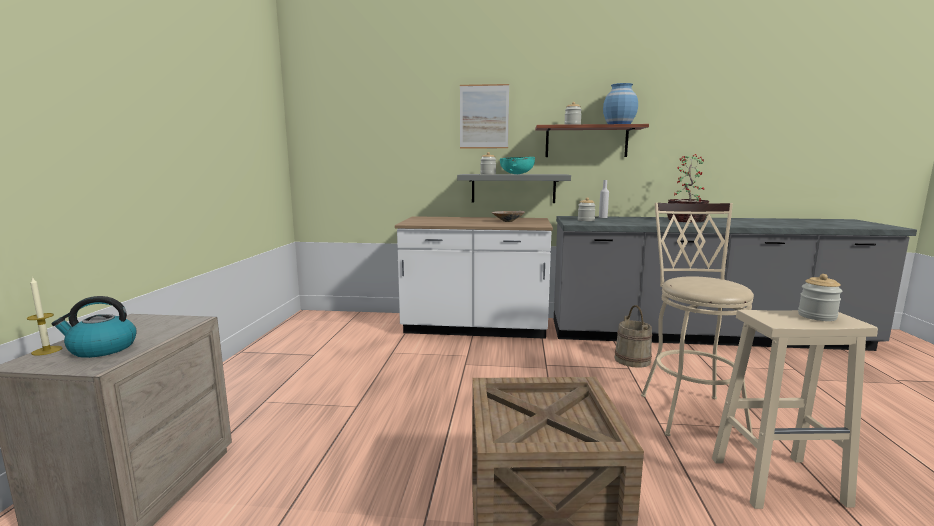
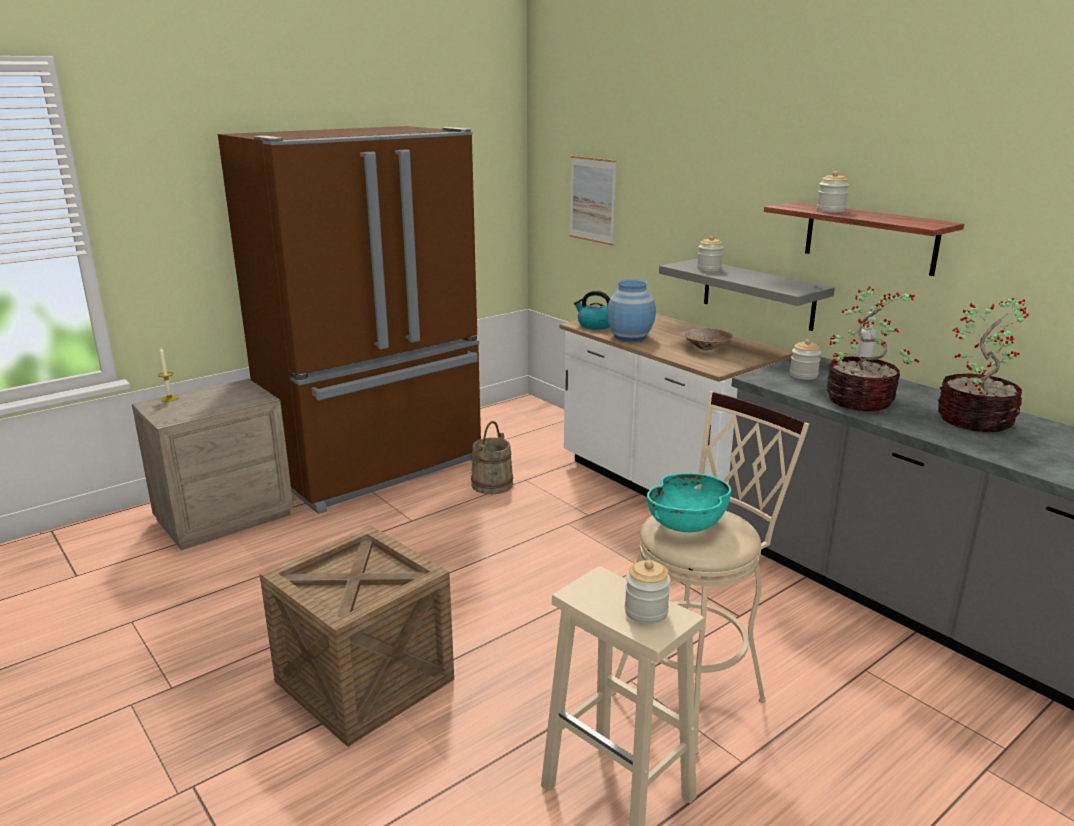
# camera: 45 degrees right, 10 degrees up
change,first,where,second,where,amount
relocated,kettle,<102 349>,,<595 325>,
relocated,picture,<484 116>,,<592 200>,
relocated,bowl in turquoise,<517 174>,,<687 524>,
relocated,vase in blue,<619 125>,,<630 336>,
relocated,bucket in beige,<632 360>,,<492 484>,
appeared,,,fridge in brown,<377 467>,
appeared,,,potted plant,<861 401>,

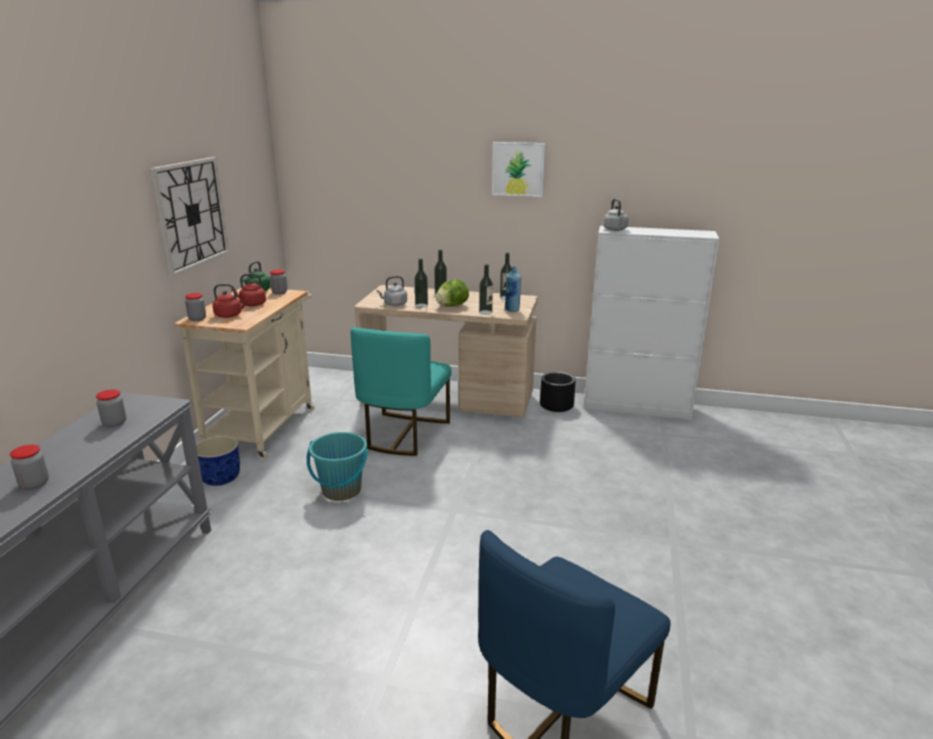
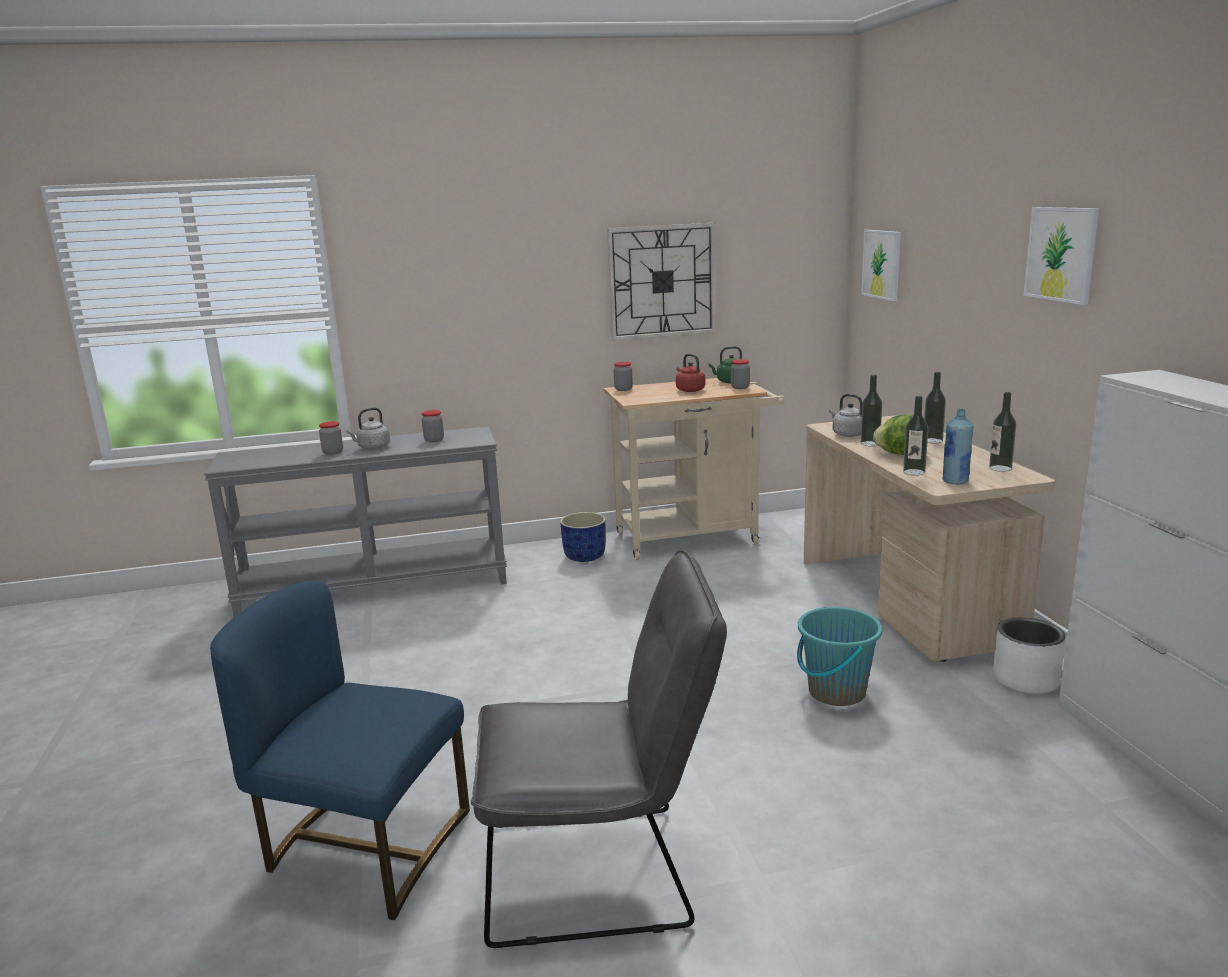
# camera: 65 degrees right, 5 degrees down
change,first,where,second,where,amount
missing,kettle in red,<230 315>,,,
relocated,bucket in turquoise,<341 490>,,<836 692>,
missing,chair in turquoise,<403 434>,,,
colour,planter in black,<556 405>,planter in white,<1026 680>,
relocated,kettle in grey,<615 230>,,<372 447>,
appeared,,,chair in grey,<604 872>,
appeared,,,picture,<882 264>,

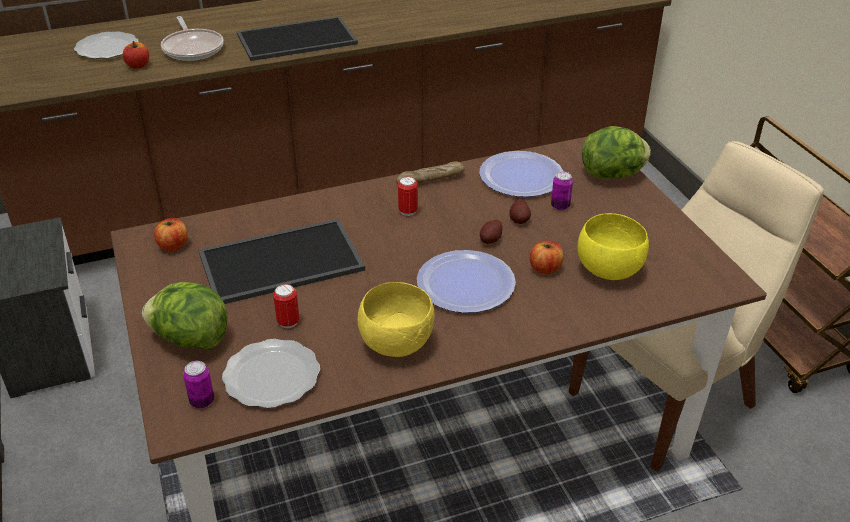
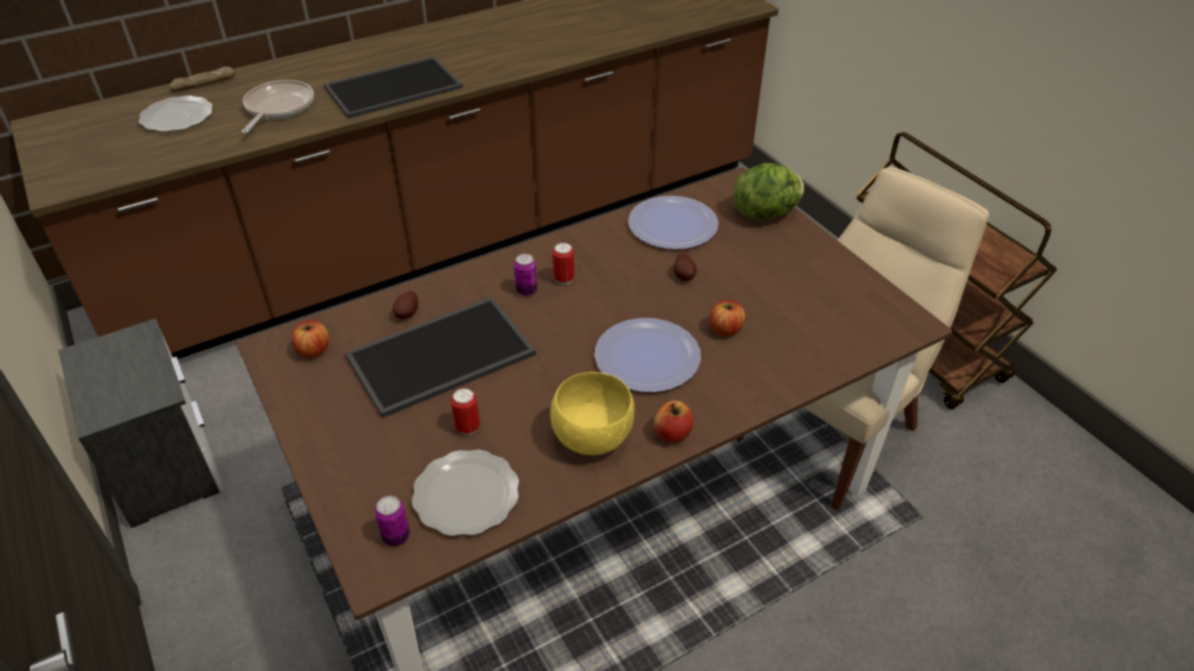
# camera: 10 degrees left, 5 degrees up
change,first,where,second,where,amount
relocated,apple,<138 65>,,<672 433>,
missing,lettuce,<190 339>,,,
spun,frying pan,<193 48>,,<278 108>,135 degrees counterclockwise
relocated,bread,<430 179>,,<204 85>,
relocated,potato,<490 240>,,<407 314>,
relocated,can,<560 206>,,<526 290>,
missing,bowl in yellow,<608 269>,,,

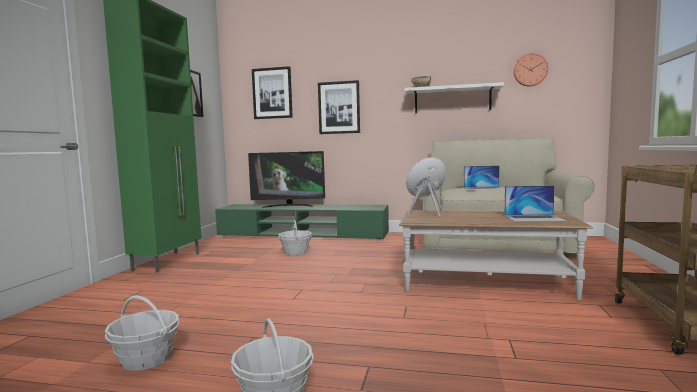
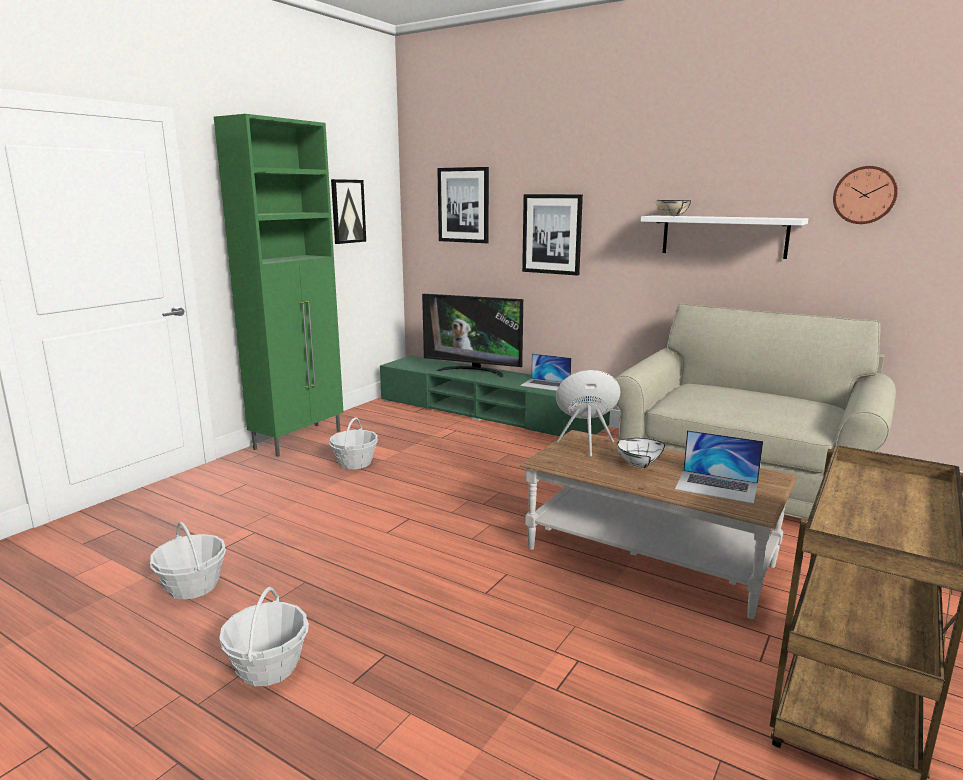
# camera: 20 degrees right, 10 degrees up
change,first,where,second,where,amount
relocated,basket,<296 252>,,<355 463>,
relocated,laptop,<483 188>,,<545 384>,
appeared,,,bowl in white,<636 464>,

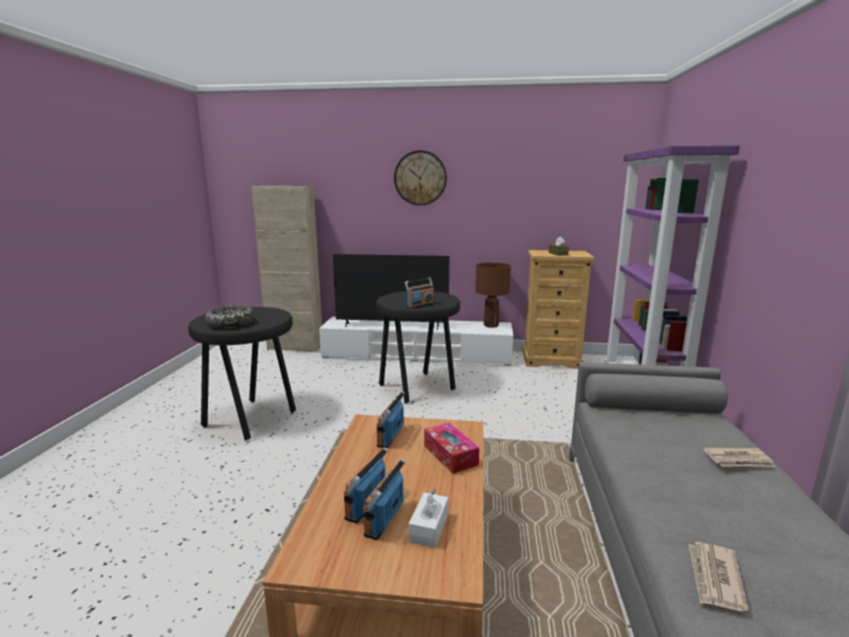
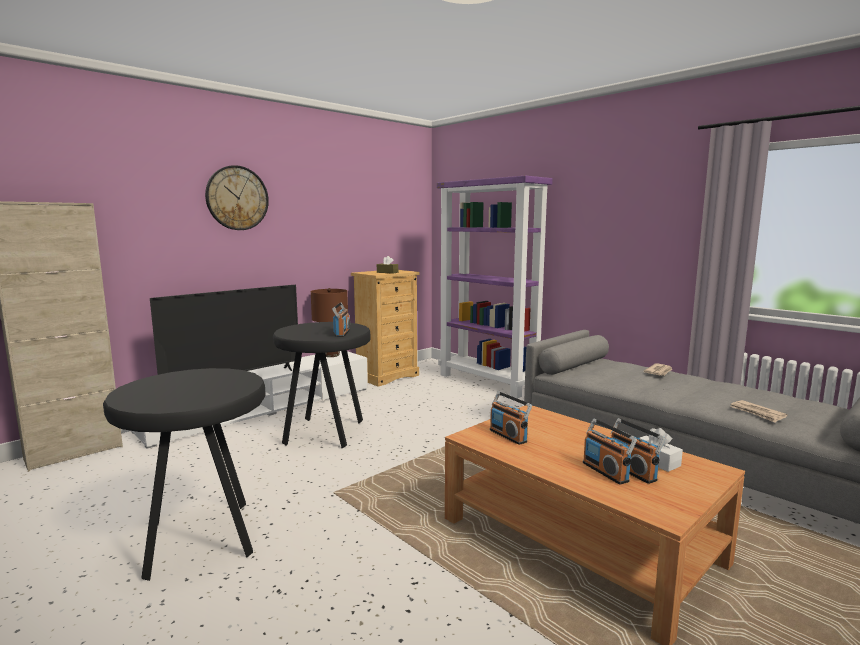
# camera: 50 degrees left, 5 degrees down
change,first,where,second,where,amount
missing,bowl,<231 324>,,,
missing,tissue box,<450 455>,,,

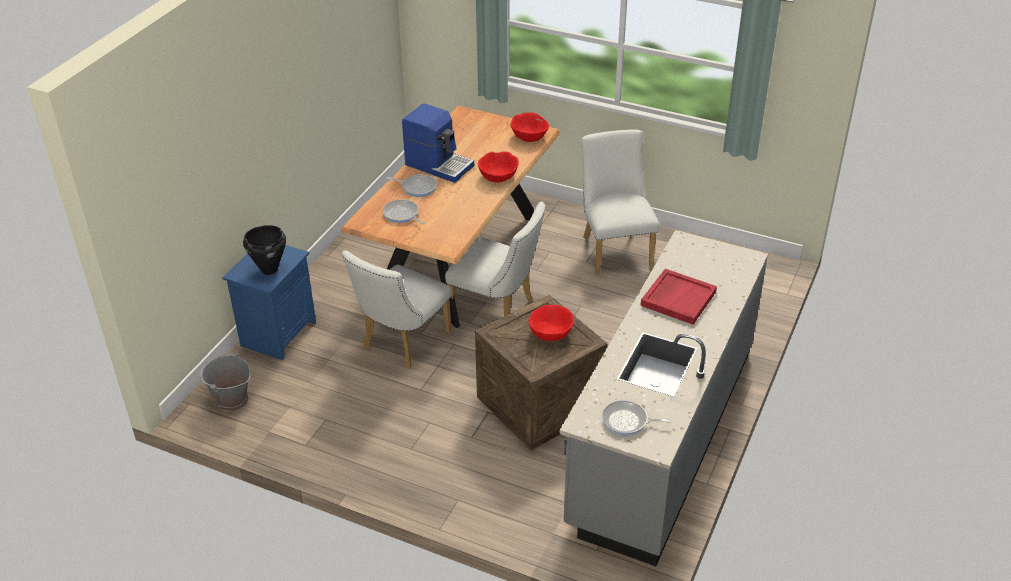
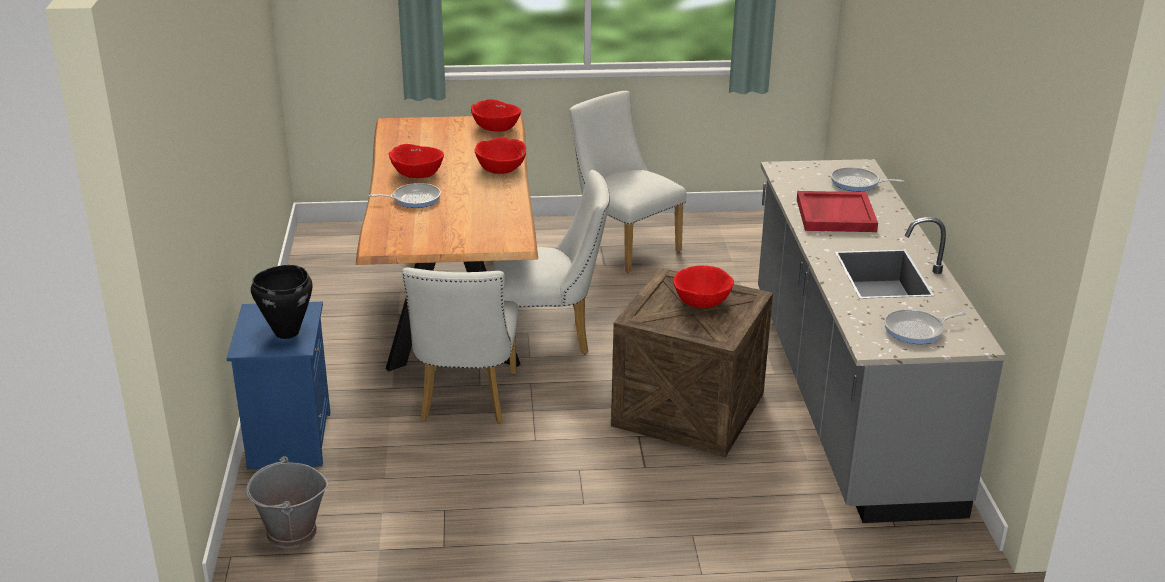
# camera: 30 degrees left, 10 degrees down
change,first,where,second,where,amount
relocated,frying pan,<402 215>,,<857 183>,
exchanged,coffee machine,<439 165>,bowl in red,<417 173>,

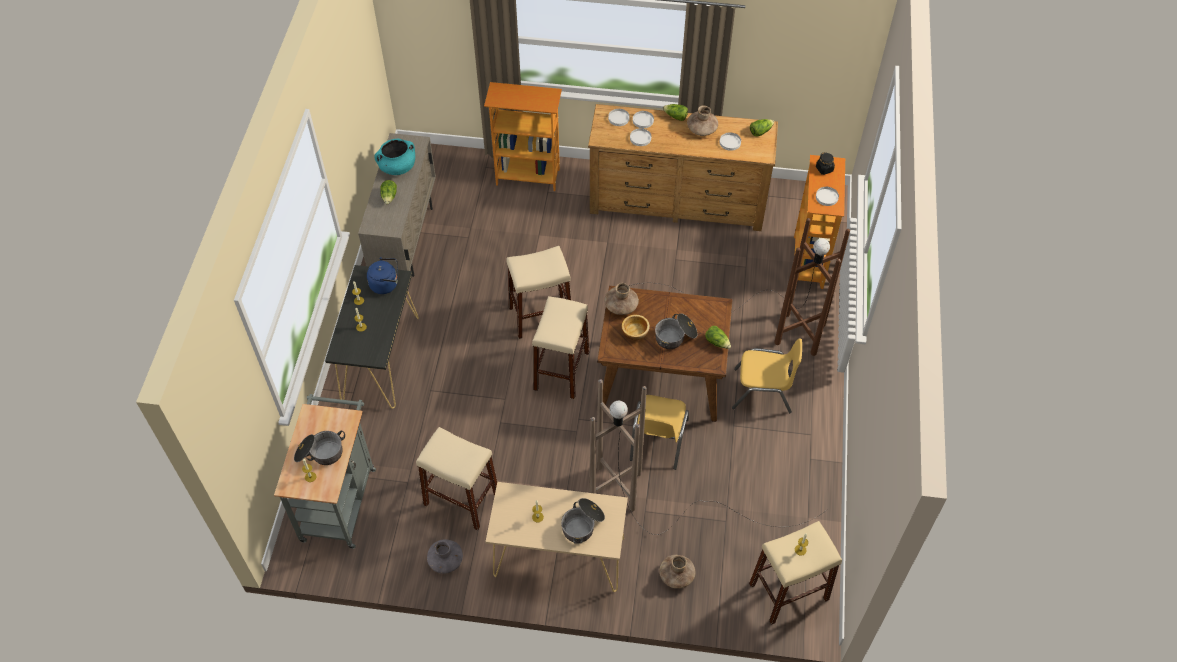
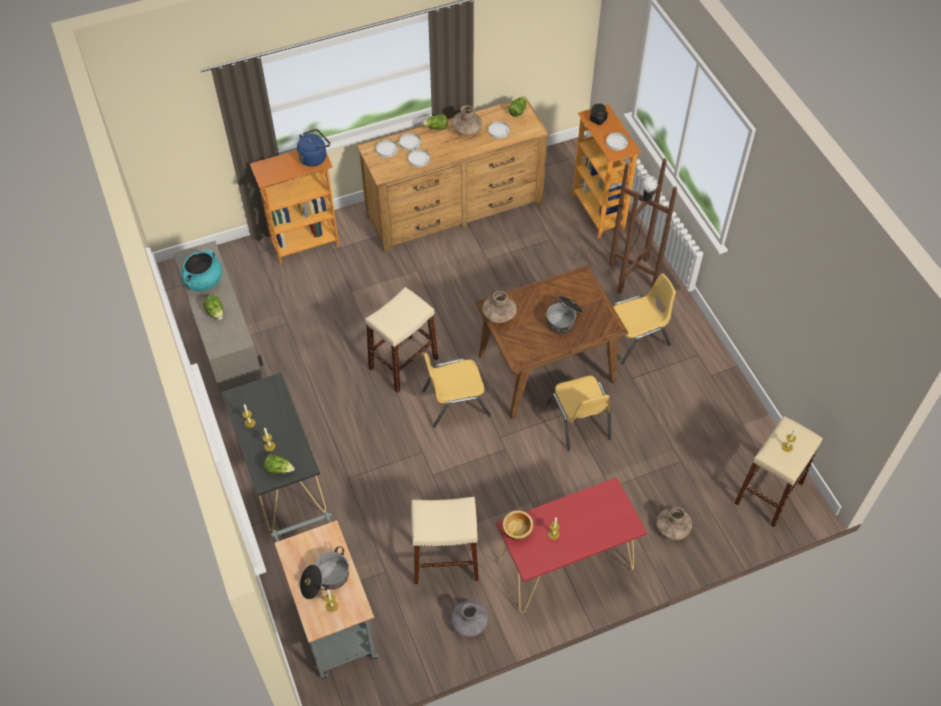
# camera: 30 degrees left, 0 degrees up
change,first,where,second,where,amount
relocated,kettle in blue,<386 284>,,<314 157>,
colour,console table in beige,<558 556>,console table in red,<565 565>,
exchanged,stool in beige,<561 370>,chair in yellow,<455 402>,
missing,cooking pot,<583 524>,,,
missing,floor lamp in brown,<663 502>,,,
relocated,bowl,<635 332>,,<517 529>,
relocated,lettuce,<717 342>,,<279 469>,

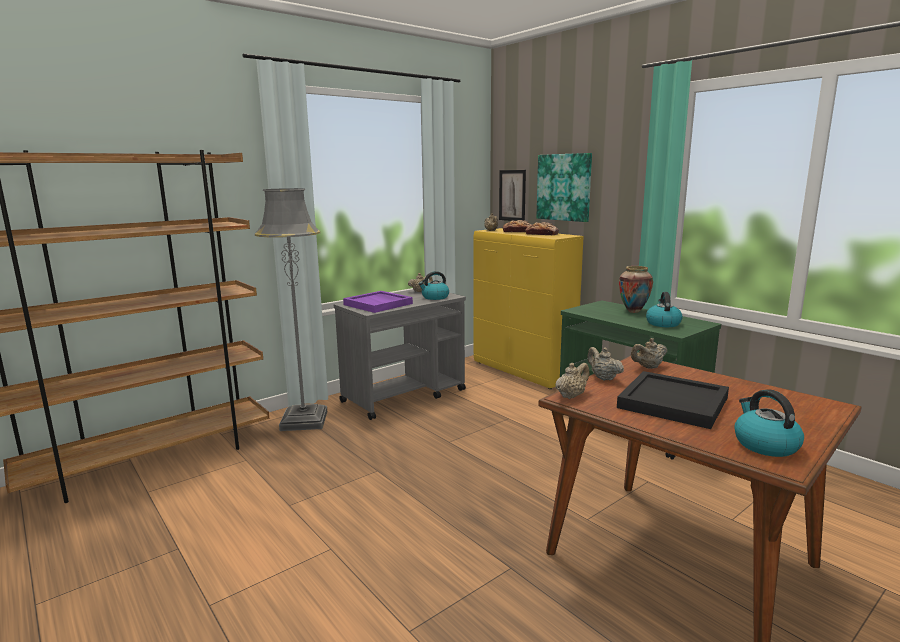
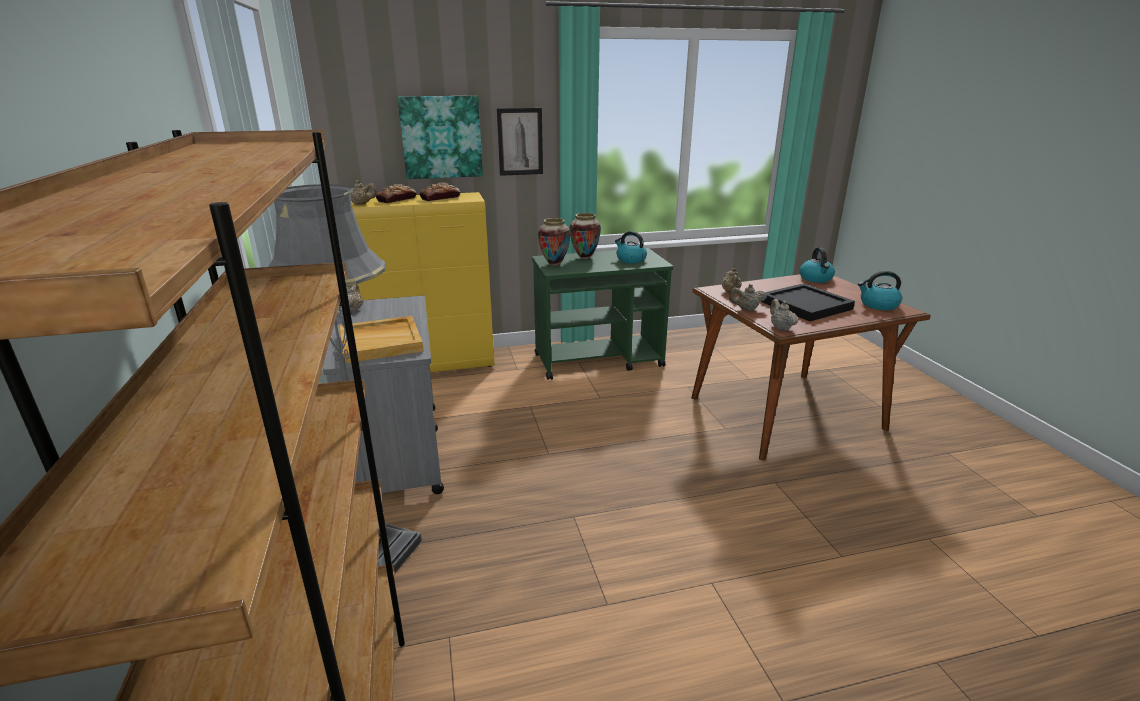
# camera: 65 degrees left, 10 degrees up
change,first,where,second,where,amount
colour,tray in purple,<378 304>,tray in beige,<381 342>,
relocated,kettle,<434 297>,,<816 279>,
relocated,picture,<512 195>,,<520 142>,
appeared,,,vase,<554 264>,

